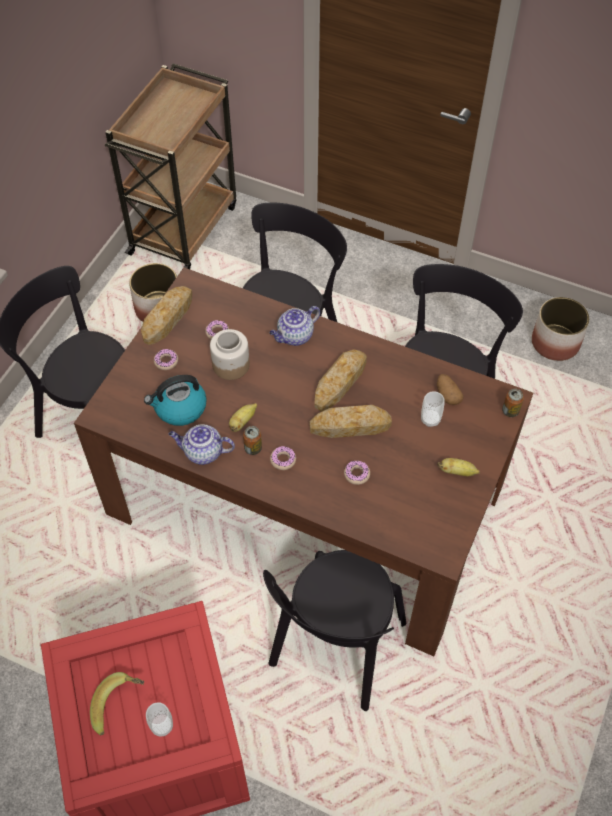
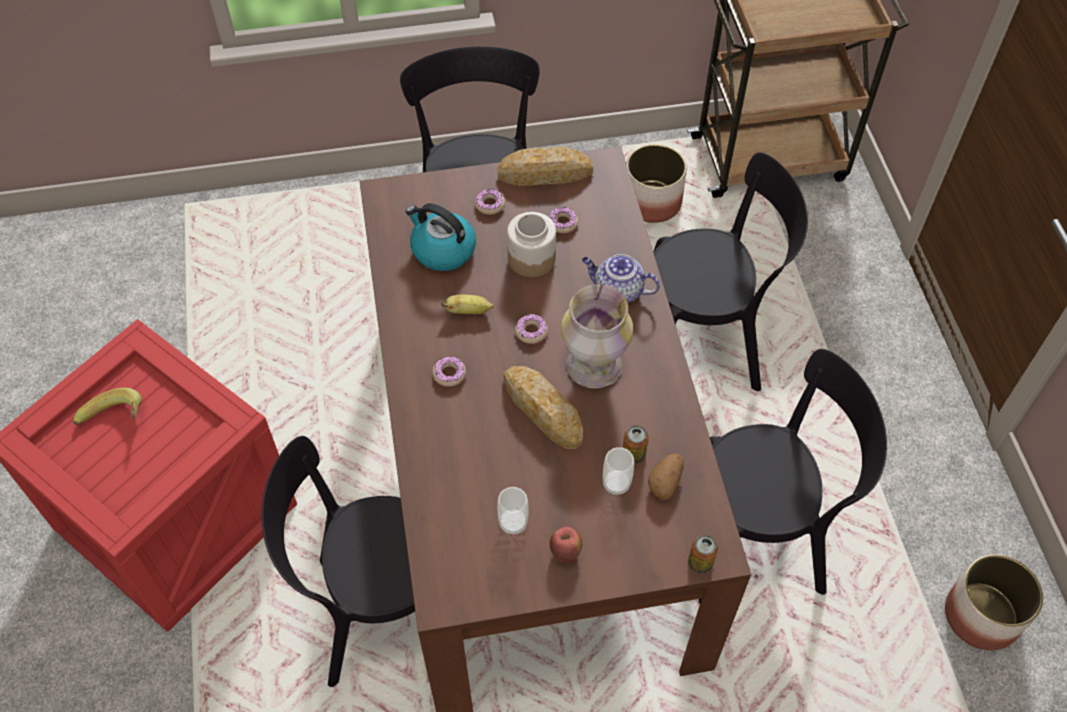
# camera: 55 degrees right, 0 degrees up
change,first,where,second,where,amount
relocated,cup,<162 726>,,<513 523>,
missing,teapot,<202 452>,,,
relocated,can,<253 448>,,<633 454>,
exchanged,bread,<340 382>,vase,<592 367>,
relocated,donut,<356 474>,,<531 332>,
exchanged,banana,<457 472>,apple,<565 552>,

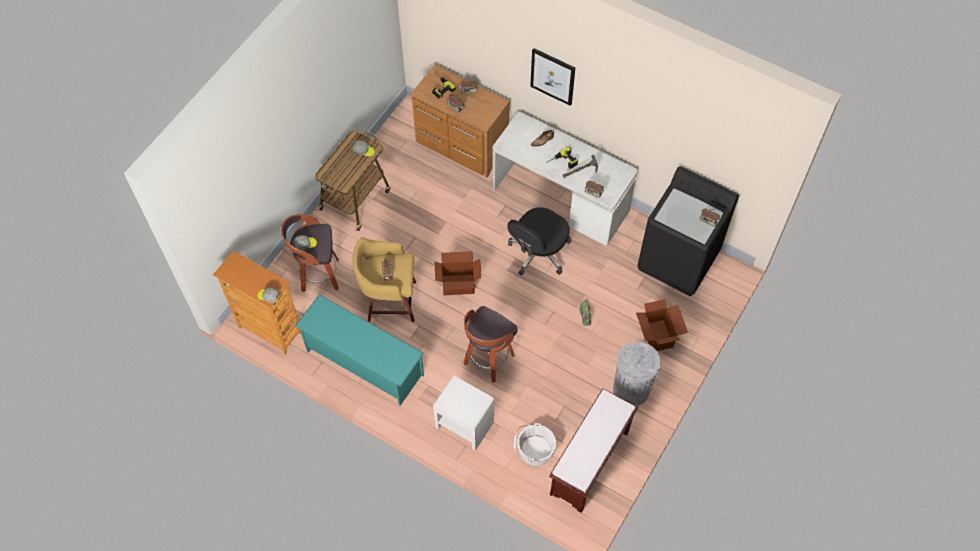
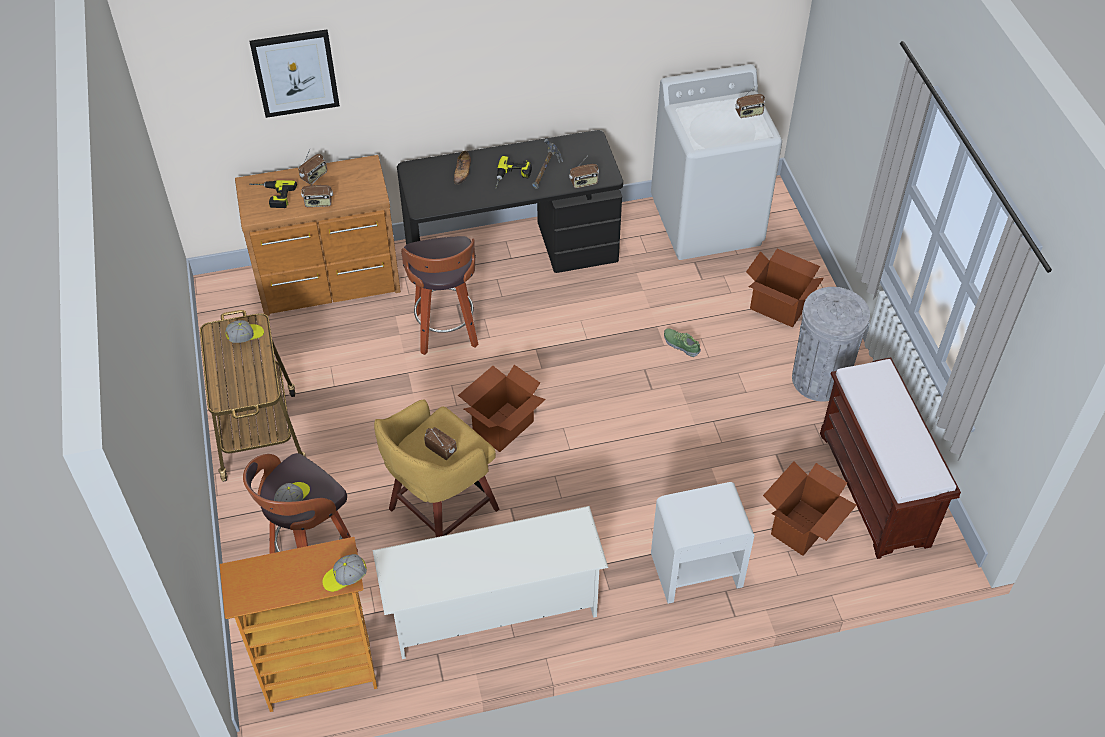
# camera: 45 degrees left, 10 degrees down
change,first,where,second,where,amount
colour,shoe rack in turquoise,<364 363>,shoe rack in white,<492 608>,
relocated,stool,<488 360>,,<446 332>,
colour,desk in white,<560 198>,desk in black,<511 253>,
missing,office chair in black,<538 252>,,,
exchanged,bucket in white,<533 450>,cardboard box,<802 528>,
relocated,picture,<553 76>,,<295 73>,
colour,washing machine in black,<678 260>,washing machine in white,<707 221>,

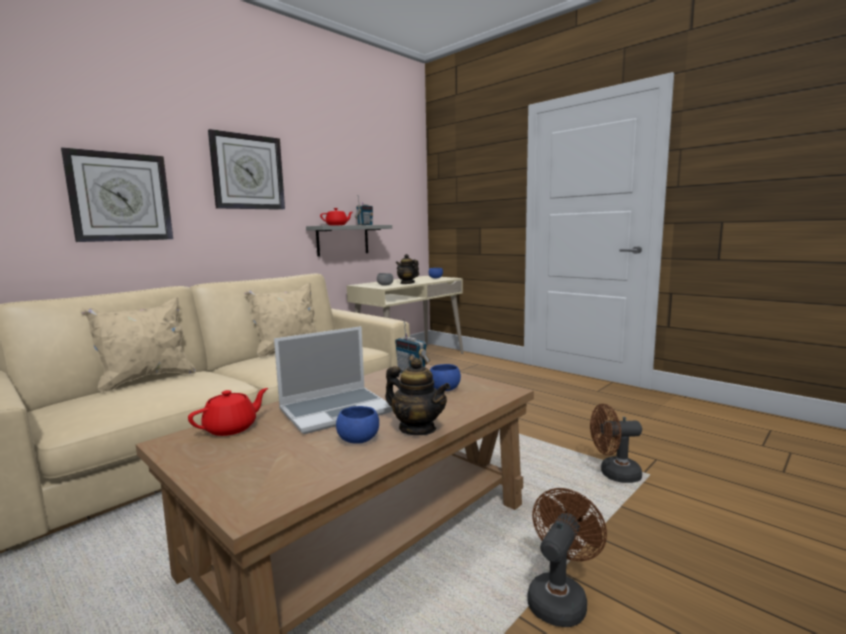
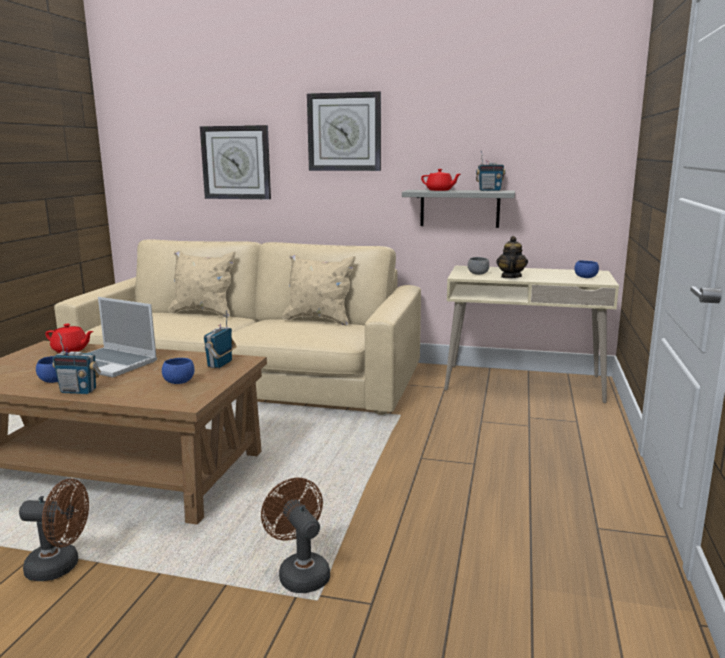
# camera: 60 degrees right, 5 degrees up
change,first,where,second,where,amount
exchanged,teapot,<417 429>,radio,<79 391>,

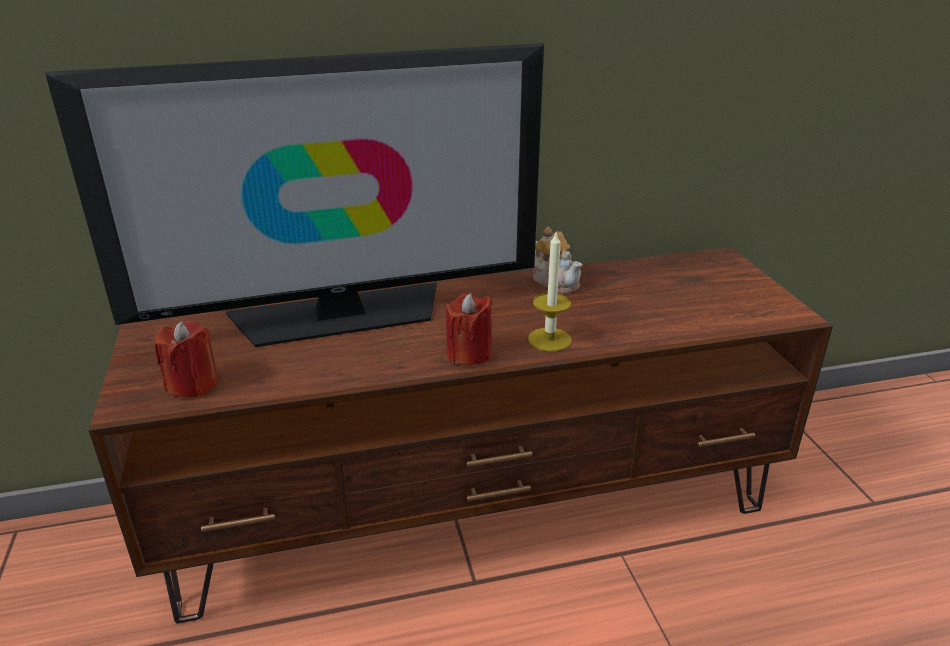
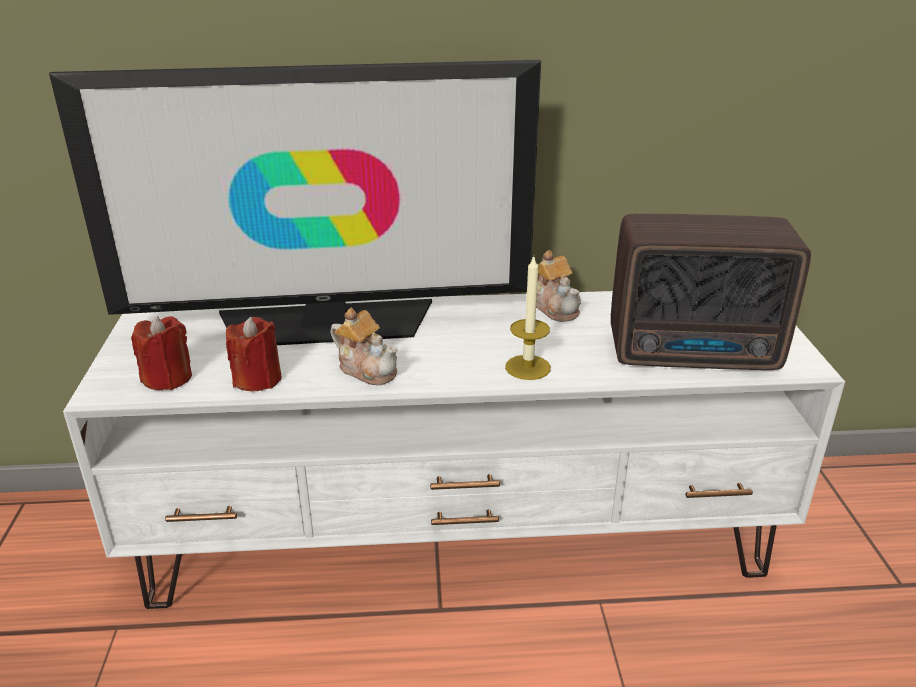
# camera: 10 degrees right, 0 degrees up
change,first,where,second,where,amount
colour,tv stand in brown,<476 509>,tv stand in white,<460 536>,
relocated,candle in red,<469 354>,,<257 379>,
appeared,,,teapot,<367 369>,
appeared,,,radio,<696 354>,

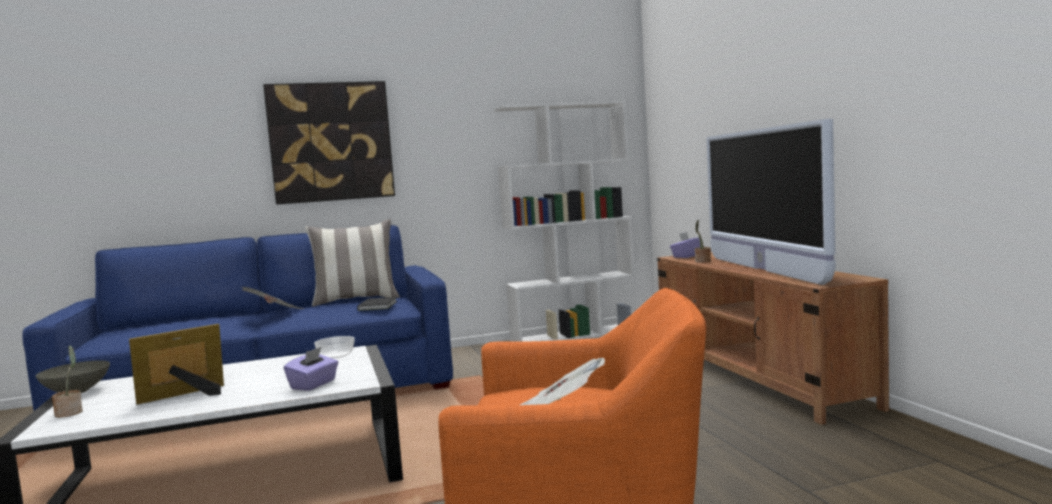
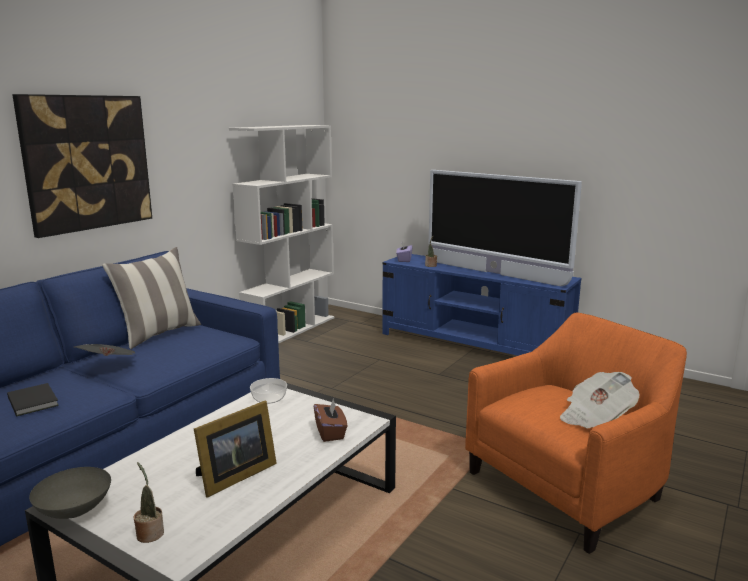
# camera: 40 degrees left, 10 degrees up
change,first,where,second,where,amount
spun,picture frame,<186 396>,,<234 476>,150 degrees counterclockwise
colour,tissue box in purple,<314 385>,tissue box in brown,<330 432>,
relocated,book in black,<378 306>,,<33 401>,
colour,tv stand in brown,<757 376>,tv stand in blue,<474 344>,

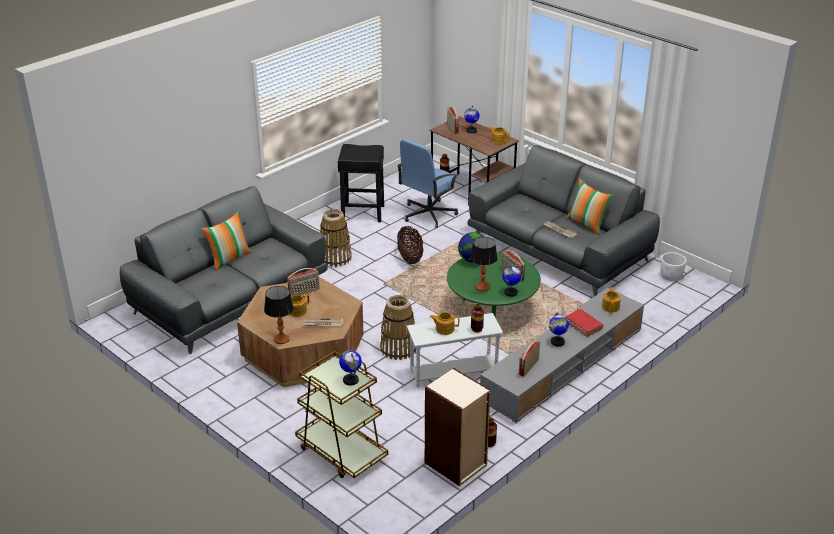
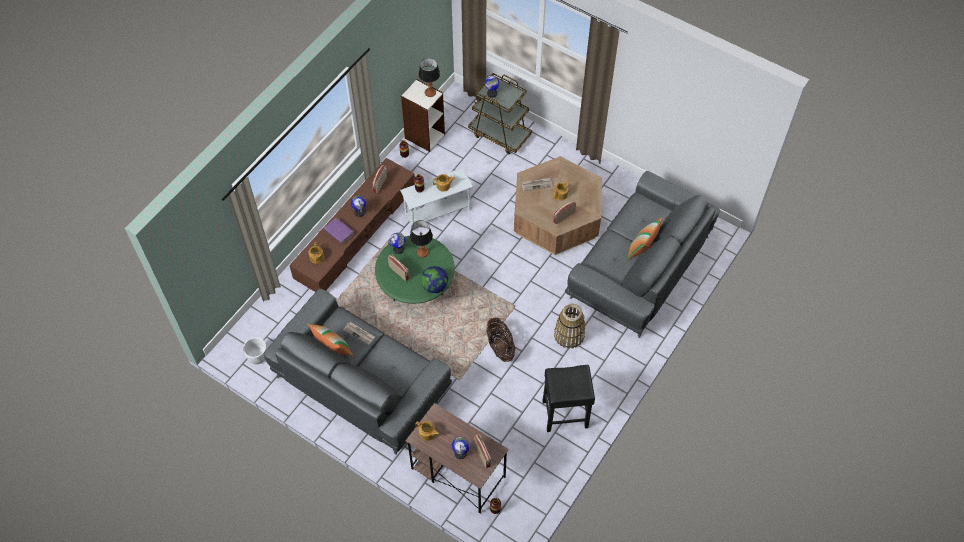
# camera: 170 degrees right, 25 degrees up
change,first,where,second,where,amount
relocated,table lamp,<281 339>,,<430 92>,
missing,basket,<398 349>,,,
missing,office chair in blue,<428 214>,,,
colour,tv stand in grey,<563 365>,tv stand in brown,<356 232>,
colour,book in red,<583 326>,book in purple,<339 232>,

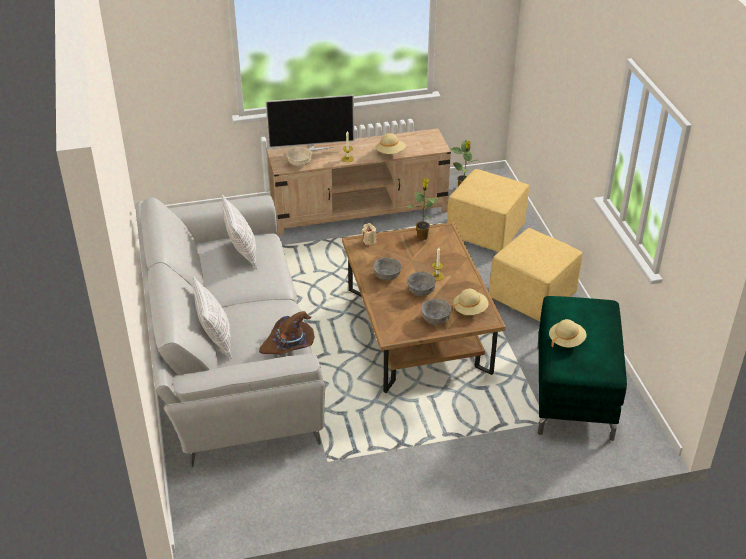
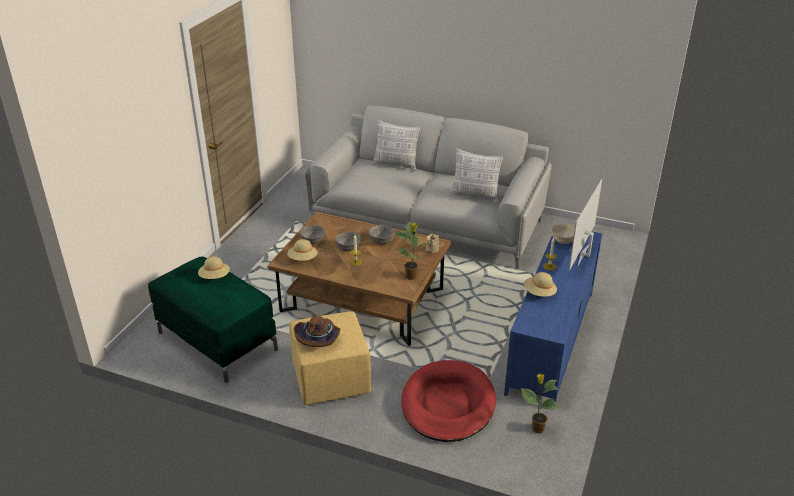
# camera: 125 degrees right, 5 degrees down
change,first,where,second,where,amount
relocated,hat in brown,<289 344>,,<318 338>,
colour,tv stand in beige,<360 211>,tv stand in blue,<551 340>,
exchanged,ottoman in yellow,<486 232>,dog bed in red,<448 404>,

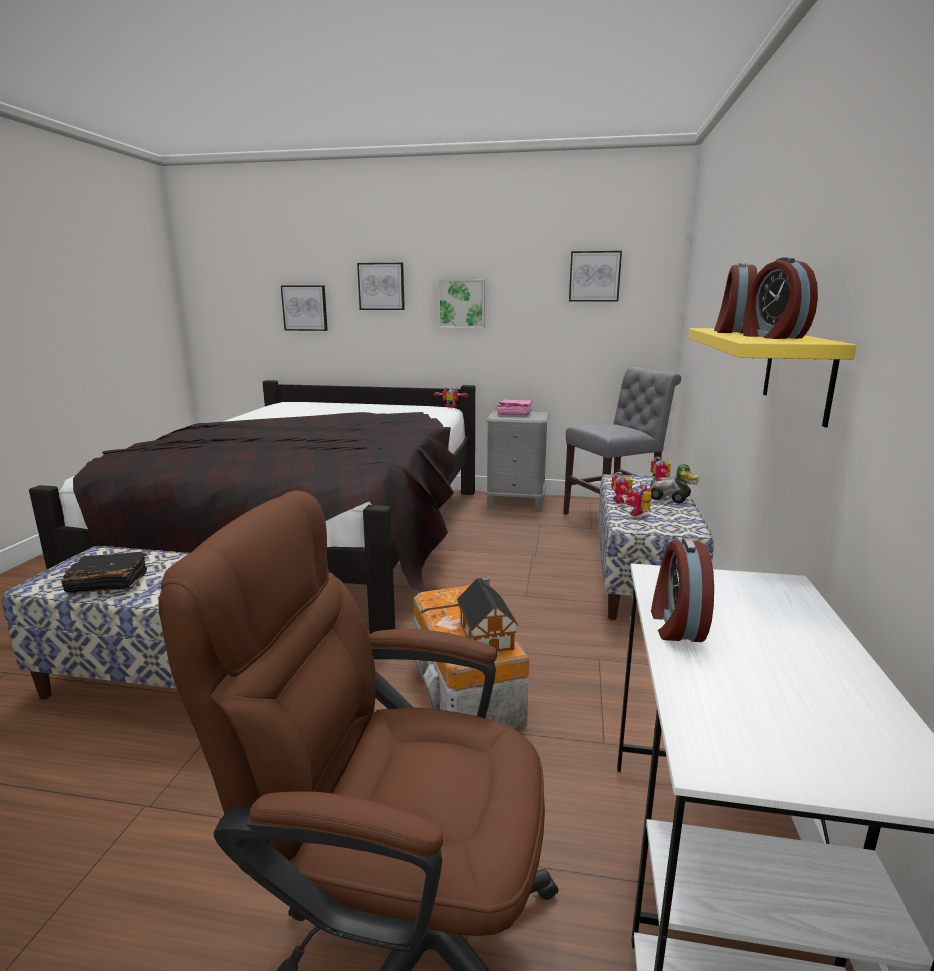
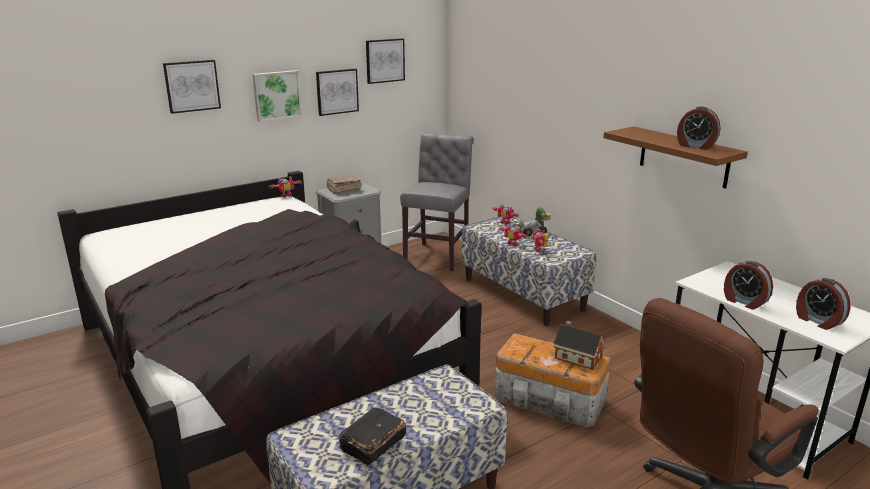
# camera: 45 degrees left, 5 degrees up
change,first,where,second,where,amount
relocated,picture,<305 308>,,<337 91>,
colour,book in pink,<514 414>,book in brown,<343 190>,
colour,shelf in yellow,<797 372>,shelf in brown,<683 157>,
relocated,alarm clock,<731 331>,,<817 321>,

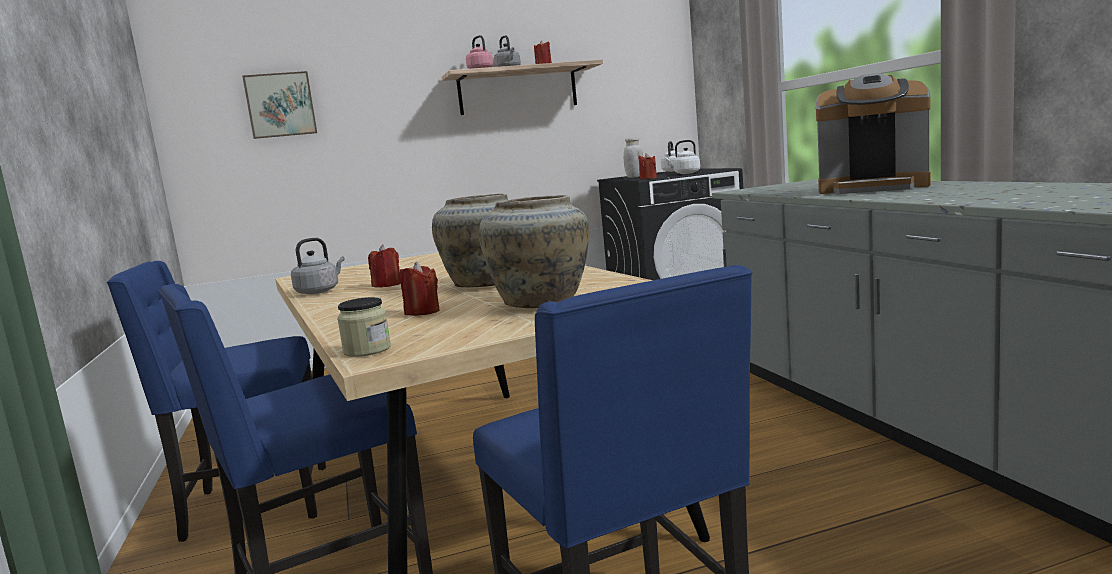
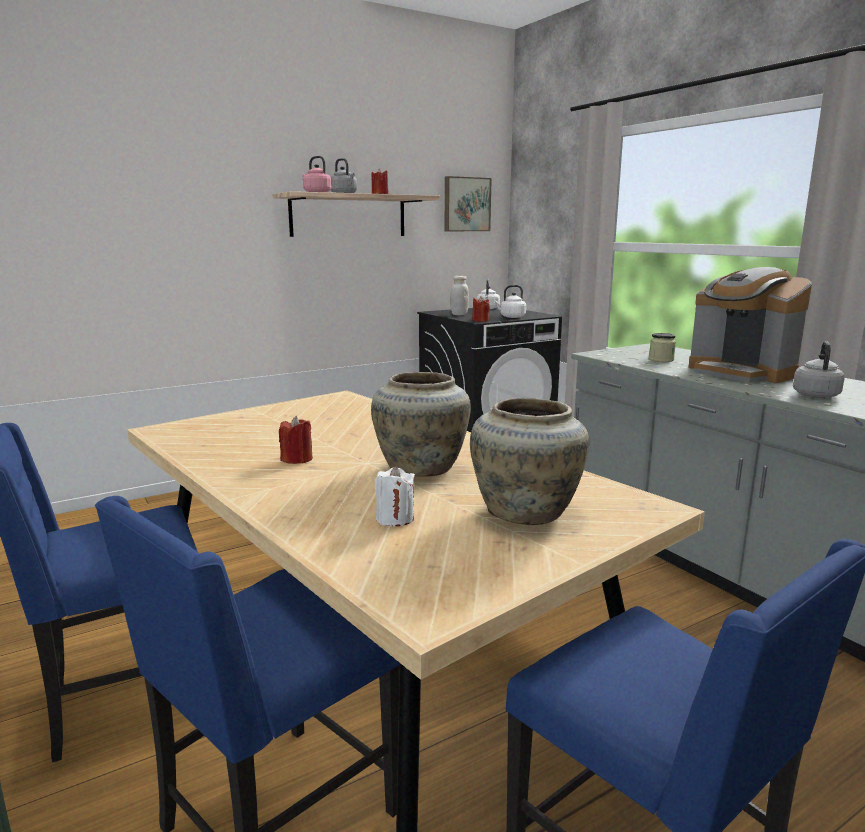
# camera: 15 degrees left, 5 degrees up
change,first,where,second,where,amount
relocated,picture,<280 105>,,<466 204>,
relocated,kettle in grey,<319 291>,,<815 395>,
relocated,jar,<367 350>,,<661 360>,
colour,candle in red,<422 312>,candle in white,<395 518>,
spun,coffee machine,<873 188>,,<741 373>,45 degrees clockwise

